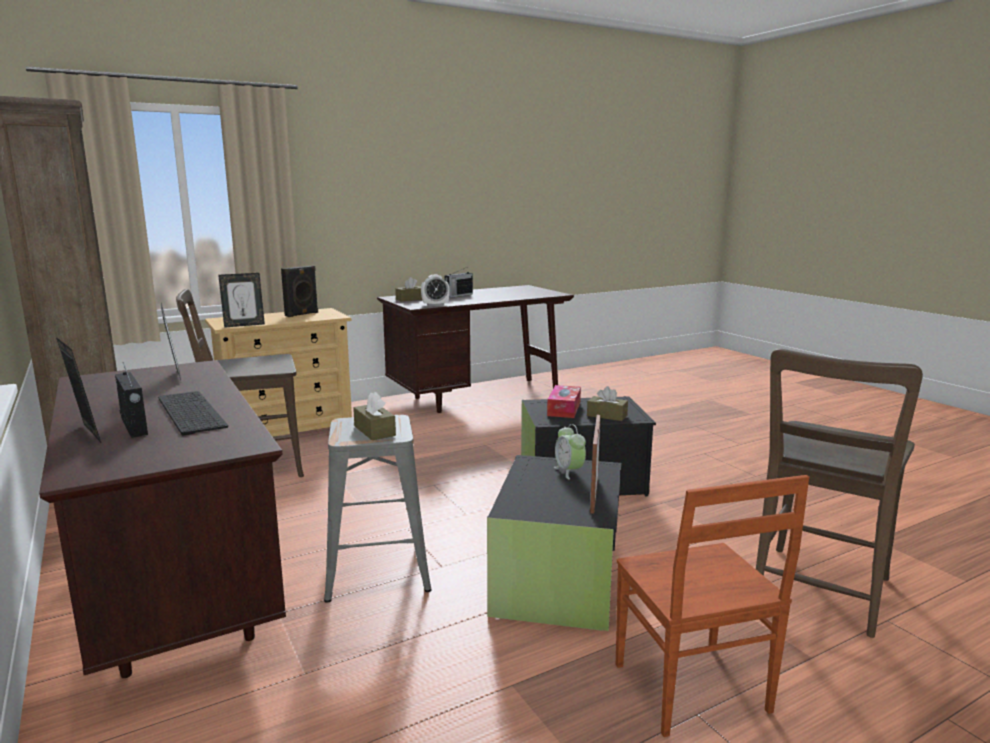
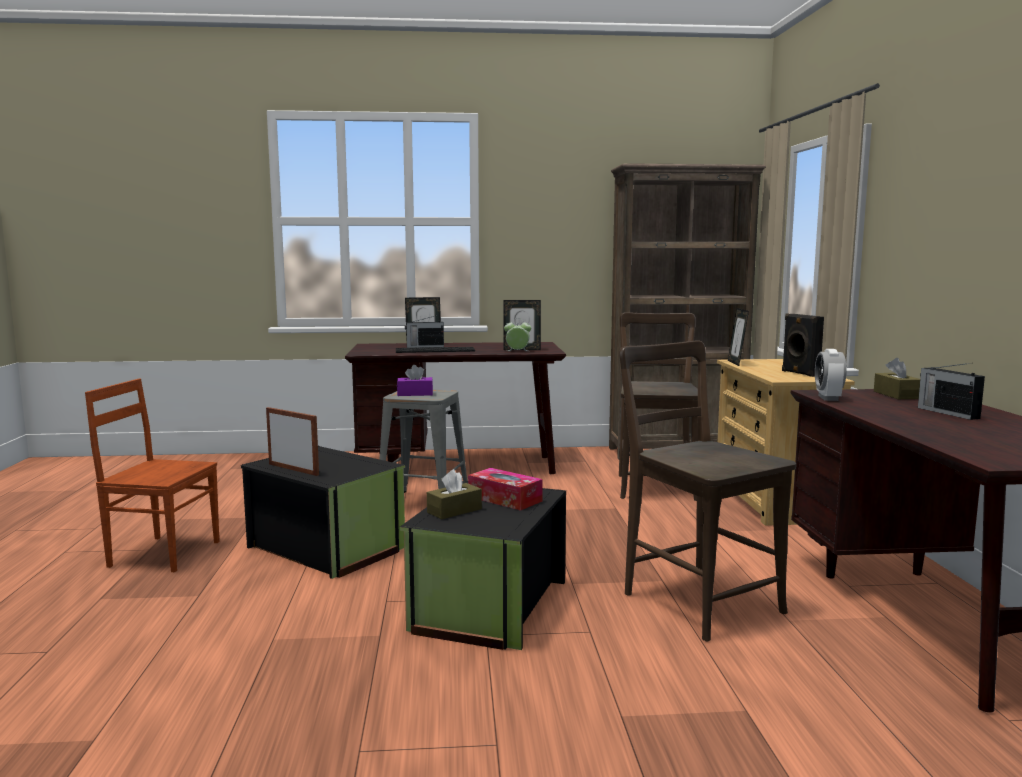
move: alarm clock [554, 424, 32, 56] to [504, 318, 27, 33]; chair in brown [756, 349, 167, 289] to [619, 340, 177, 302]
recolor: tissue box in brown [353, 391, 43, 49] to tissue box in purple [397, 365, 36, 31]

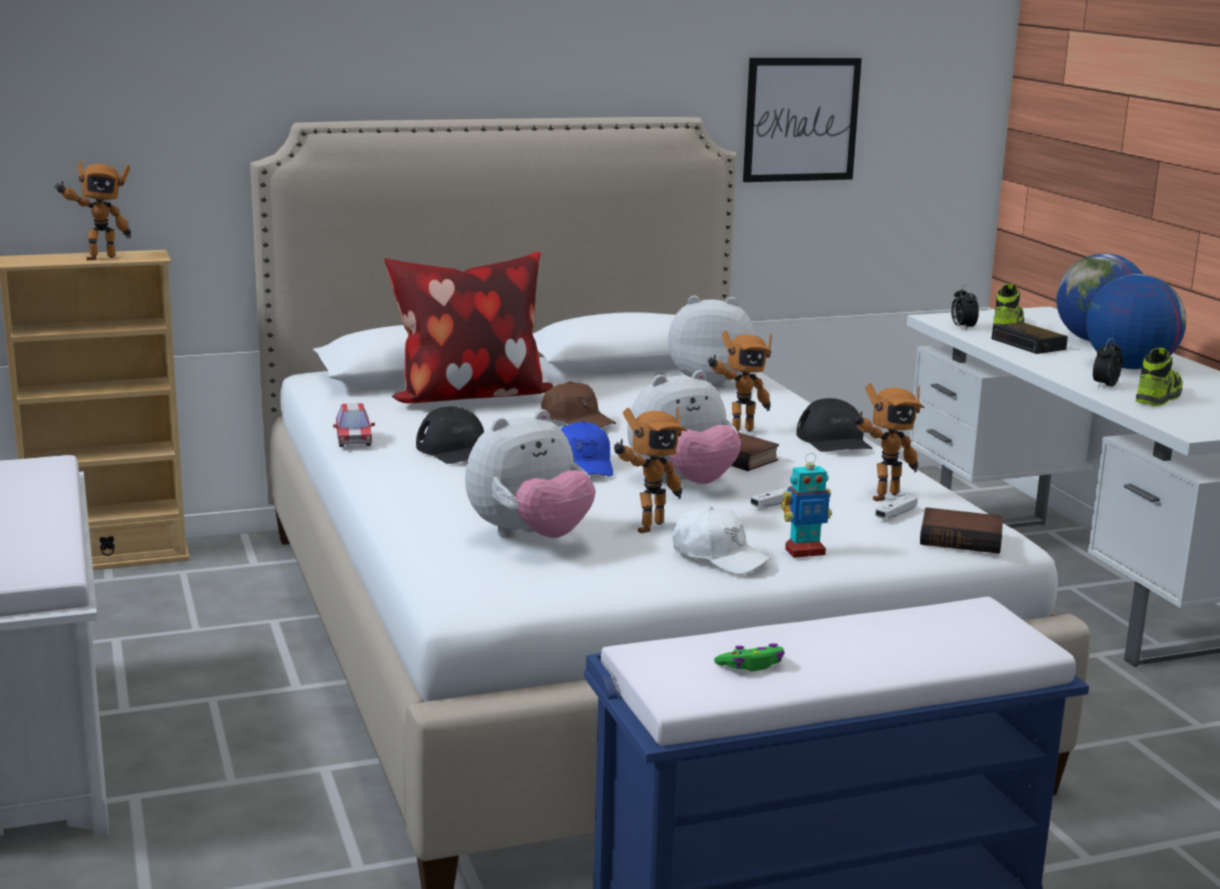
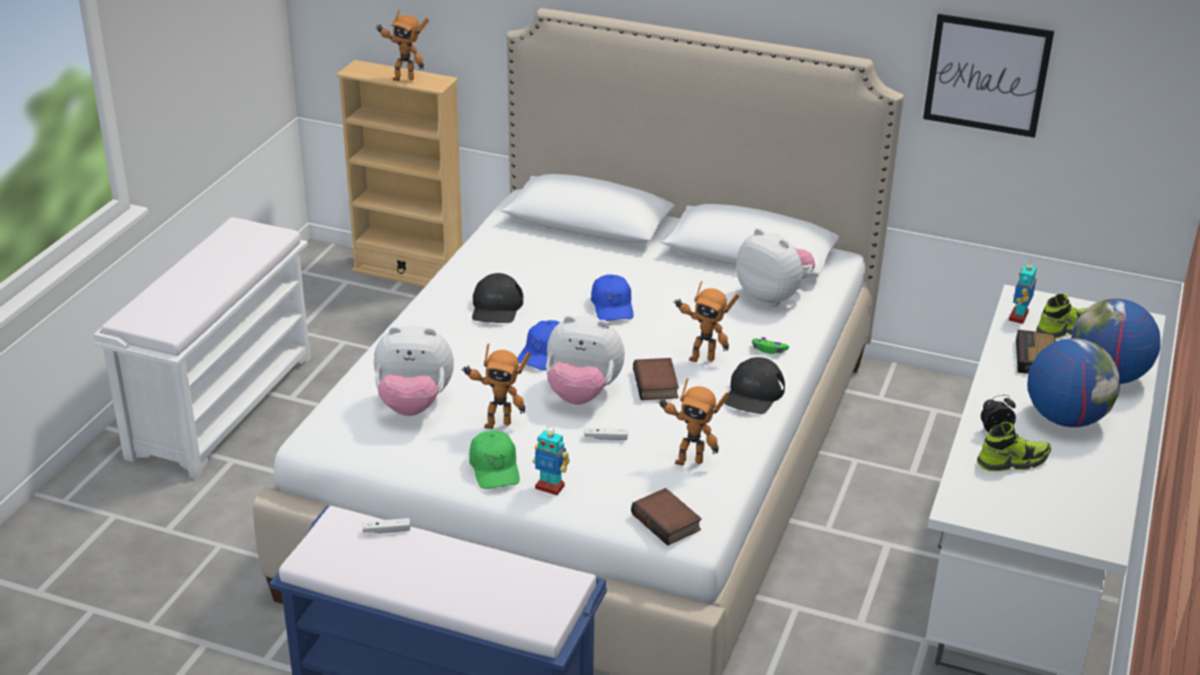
delete: toy car [333, 403, 42, 44]; pillow [384, 252, 169, 151]
move: game controller in white [875, 495, 42, 24] to [362, 518, 48, 15]; game controller in green [714, 643, 71, 28] to [752, 337, 37, 17]
replace: alarm clock [951, 285, 28, 45] to toy robot [1009, 260, 28, 64]
recolor: cap in white [672, 507, 99, 68] to cap in green [469, 430, 51, 59]; cap in brown [541, 381, 75, 47] to cap in blue [591, 274, 42, 47]

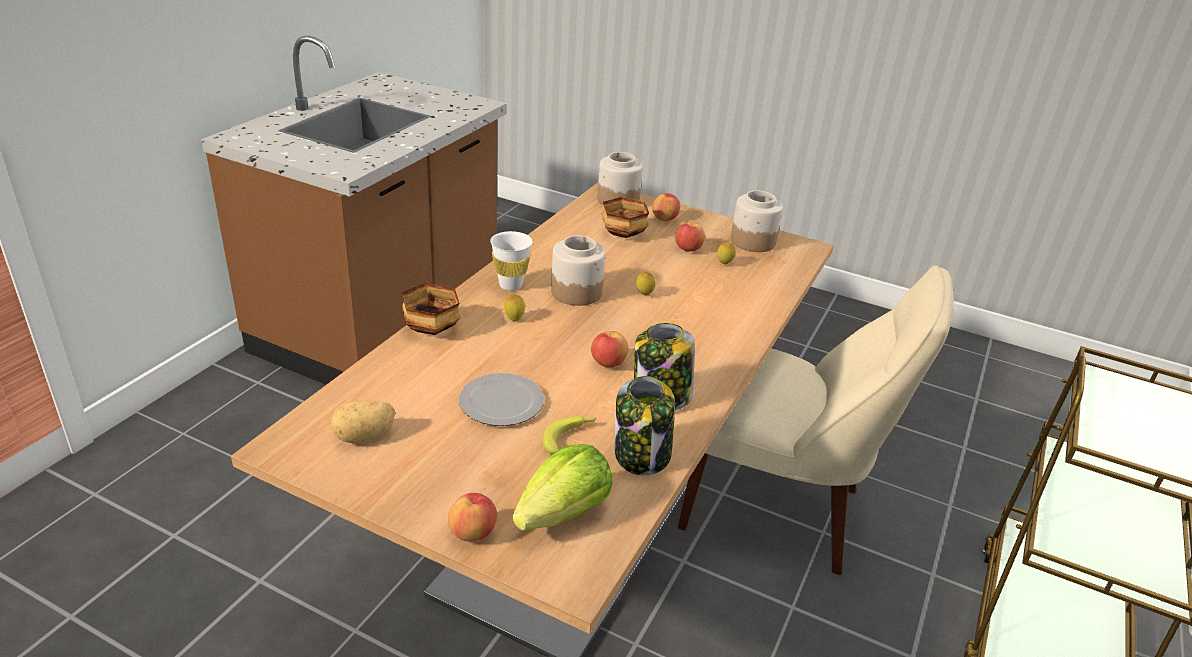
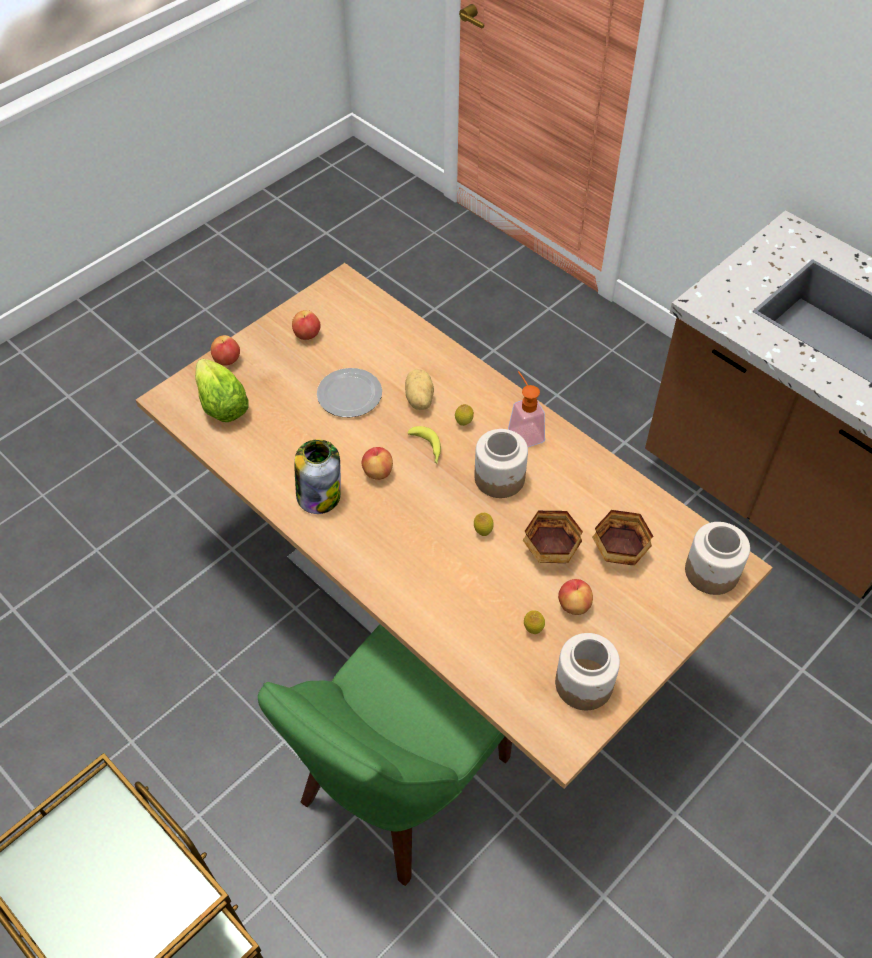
delete: jar [615, 376, 60, 99]
move: apple [652, 193, 28, 28] to [292, 310, 29, 30]; potato [331, 400, 64, 43] to [405, 369, 29, 41]; banana [542, 416, 54, 38] to [407, 426, 34, 38]; bowl [402, 283, 59, 52] to [523, 511, 60, 52]
replace: cup in white [490, 231, 42, 60] to soap dispenser [508, 371, 37, 76]
recolor: chair in beige [678, 265, 276, 310] to chair in green [258, 624, 254, 262]

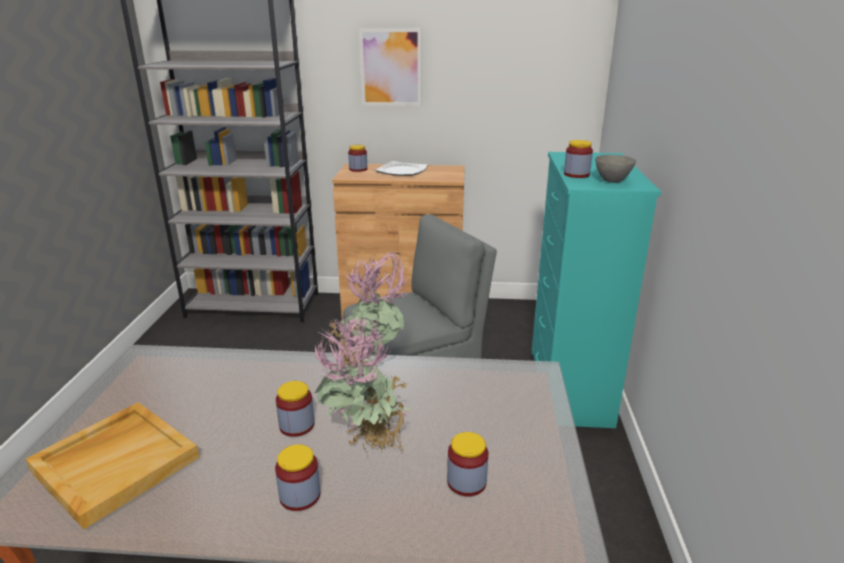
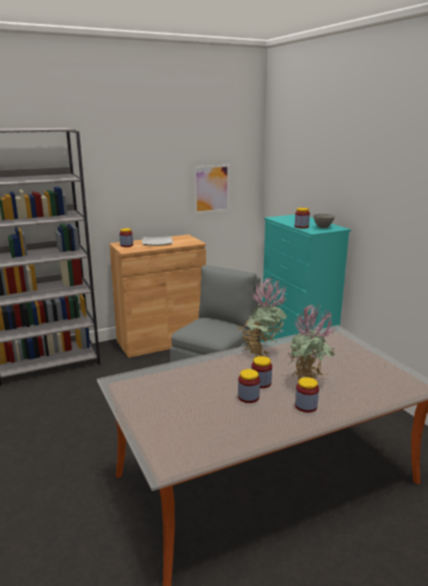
delete: tray in beige [26, 402, 174, 127]
move: picture [359, 28, 62, 78] to [194, 165, 36, 49]; jar [447, 432, 41, 64] to [238, 369, 22, 34]

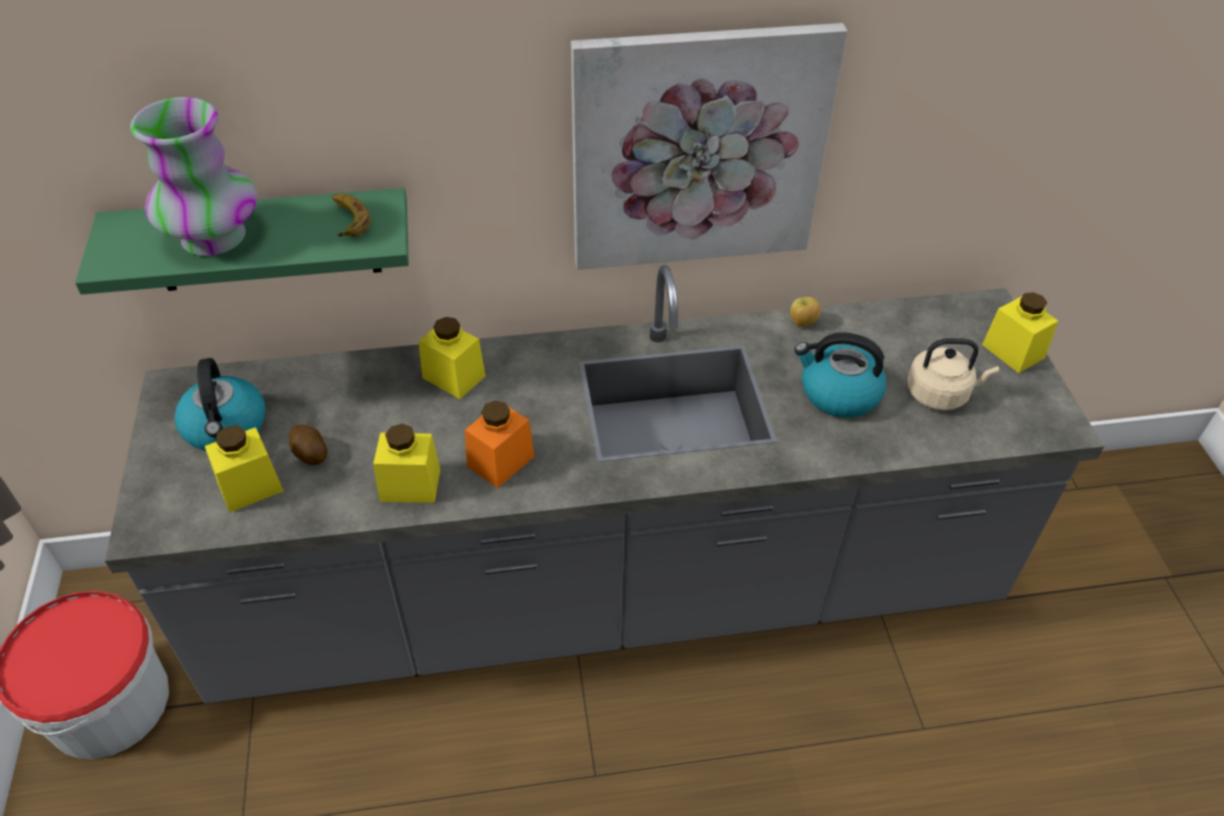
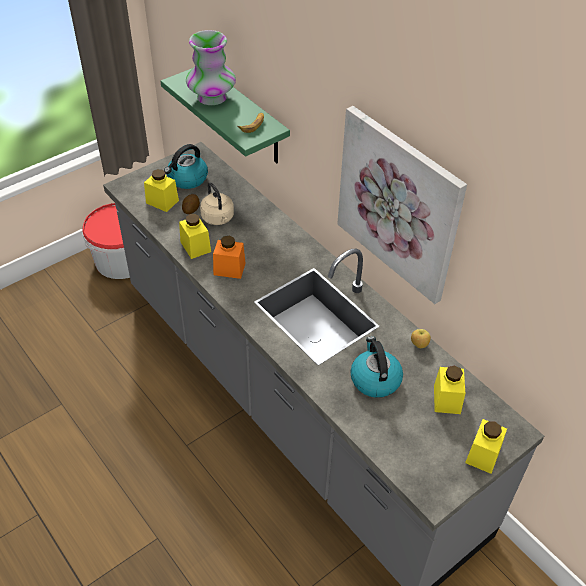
move: kettle in beige [907, 338, 92, 72] to [200, 182, 34, 43]; jar in yellow [419, 317, 67, 82] to [434, 366, 31, 48]

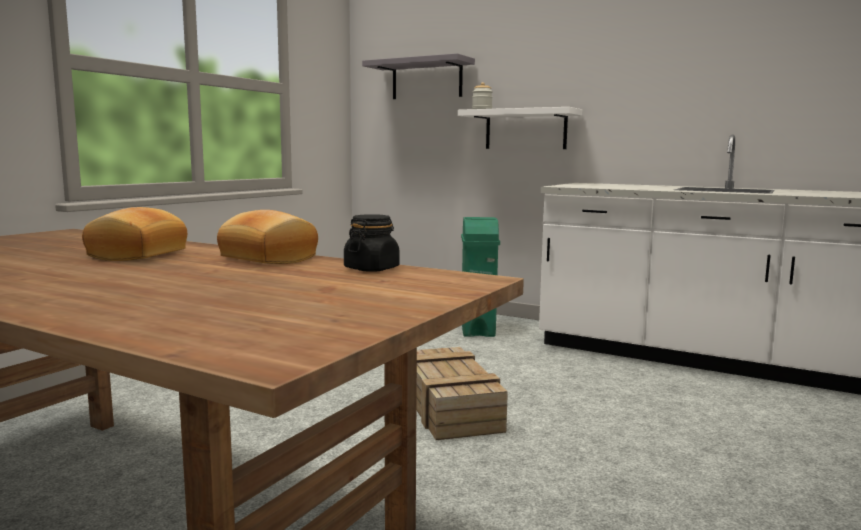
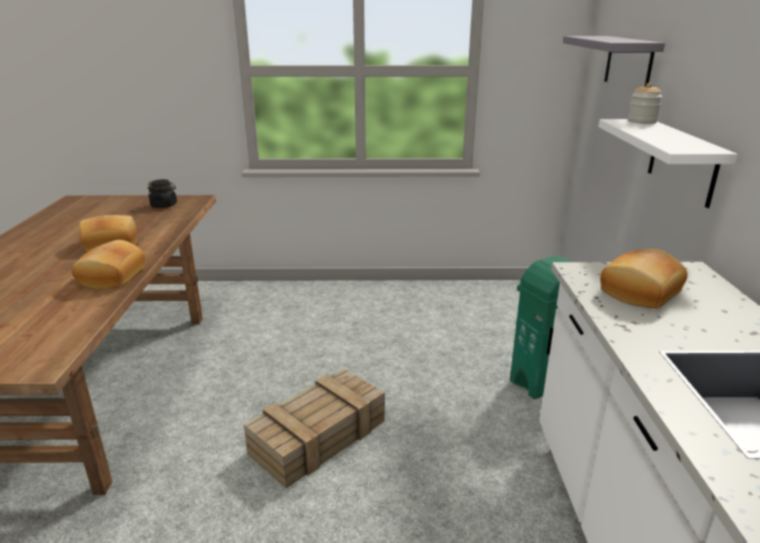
insert: bread [600, 249, 88, 60]
move: jar in black [344, 214, 56, 58] to [148, 179, 29, 29]

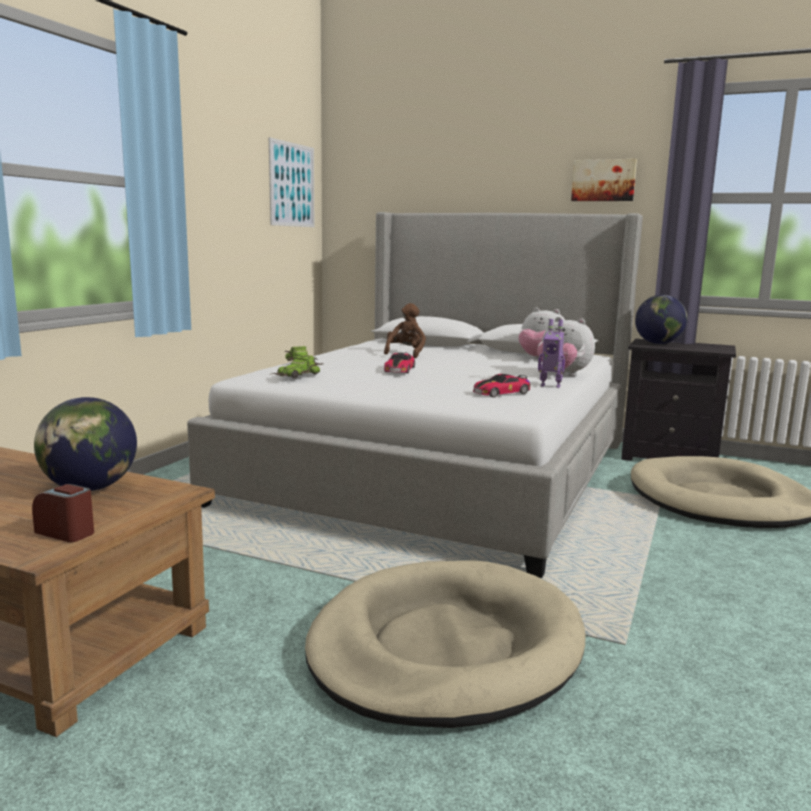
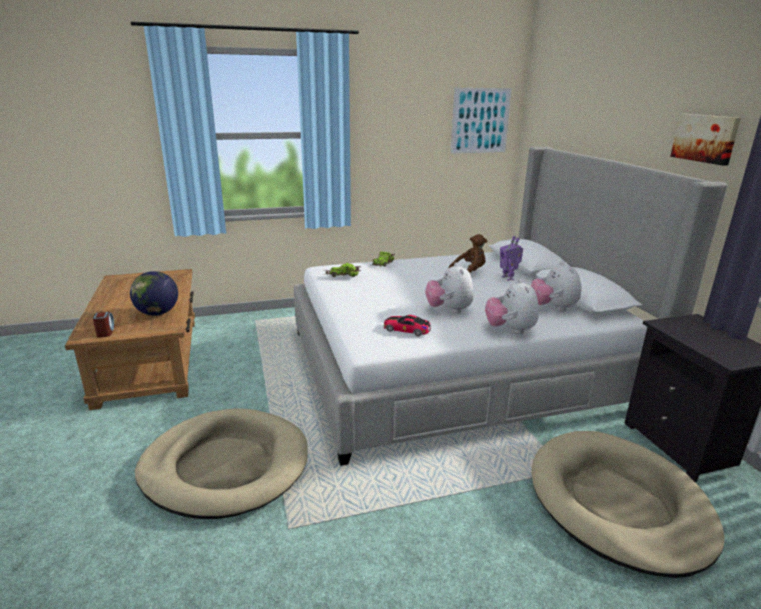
delete: toy car [384, 352, 31, 21]; globe [635, 295, 52, 49]
insert: plush toy [425, 263, 48, 50]
move: toy robot [538, 319, 27, 69] to [500, 236, 23, 45]

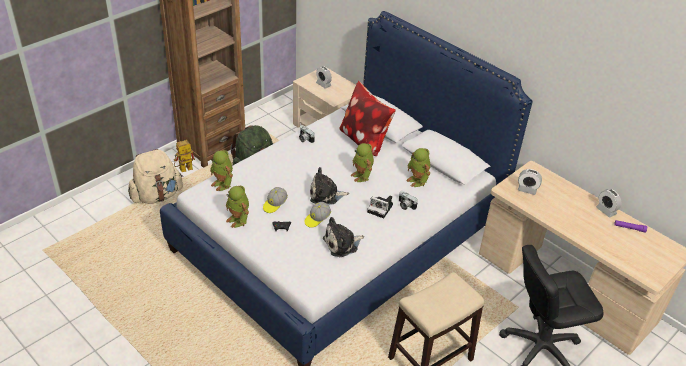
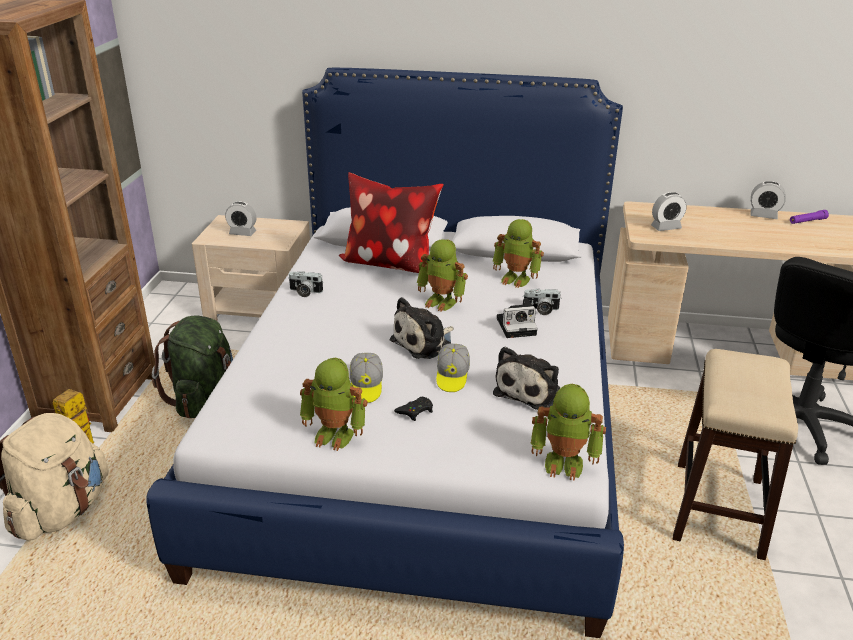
move: toy robot [210, 150, 23, 41] to [531, 384, 75, 97]

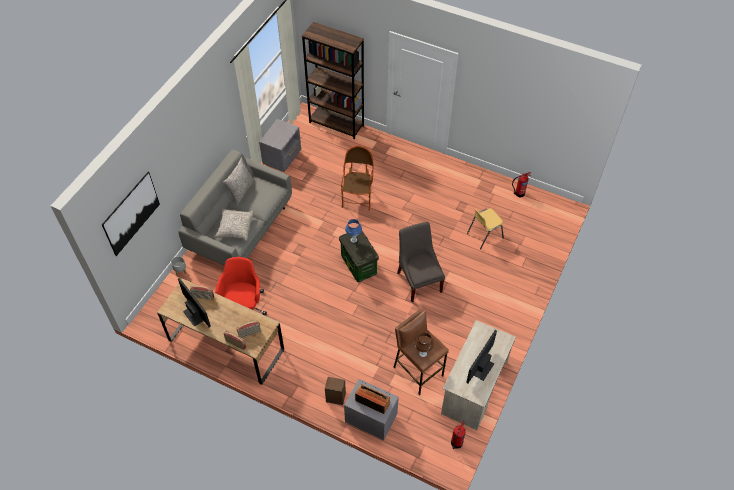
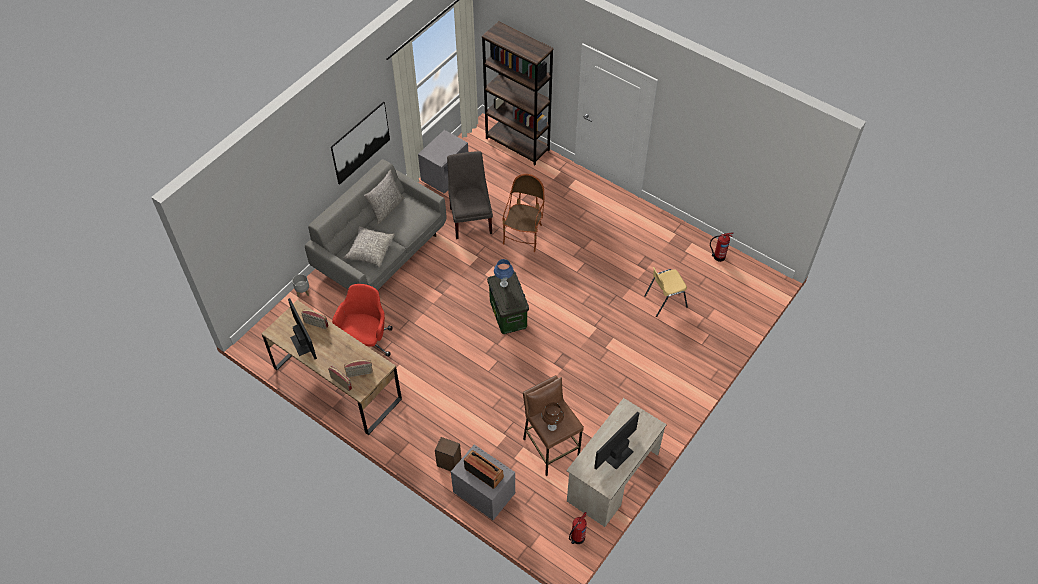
move: picture [102, 172, 58, 84] to [331, 102, 59, 83]; chair in grey [397, 222, 48, 80] to [447, 151, 46, 88]

